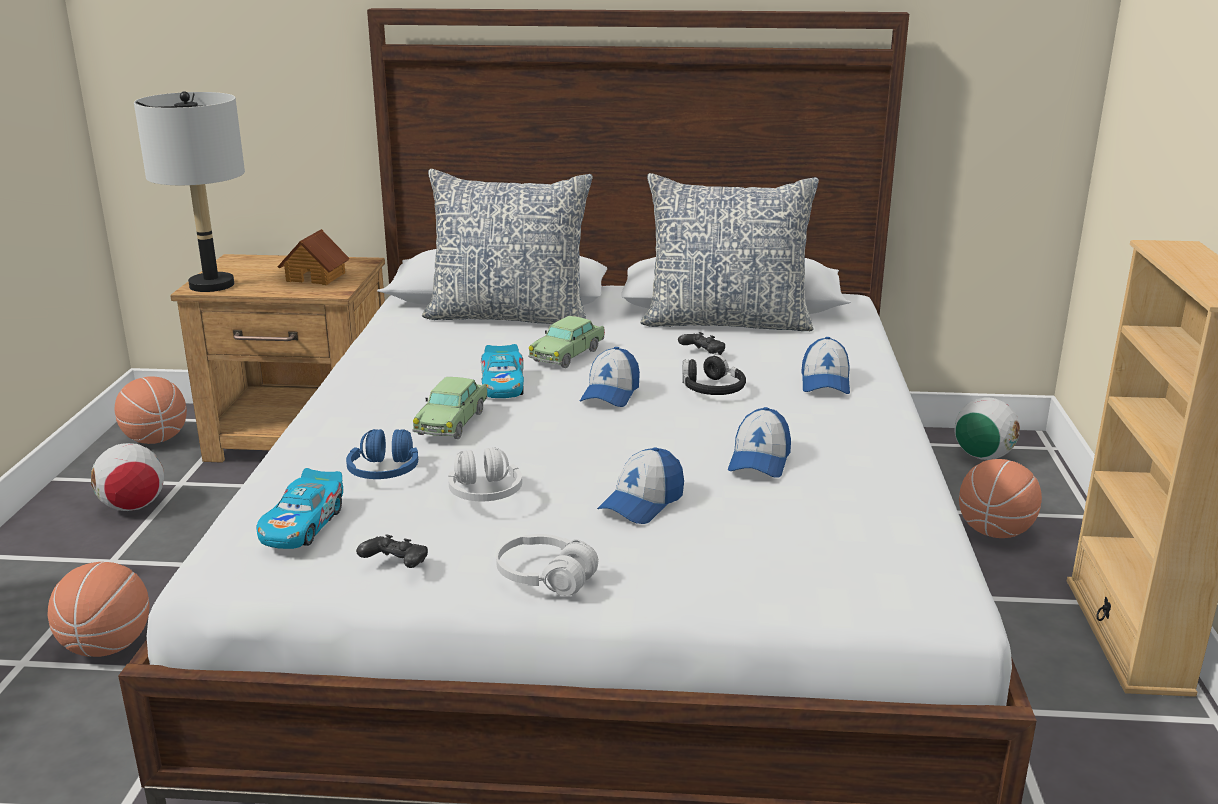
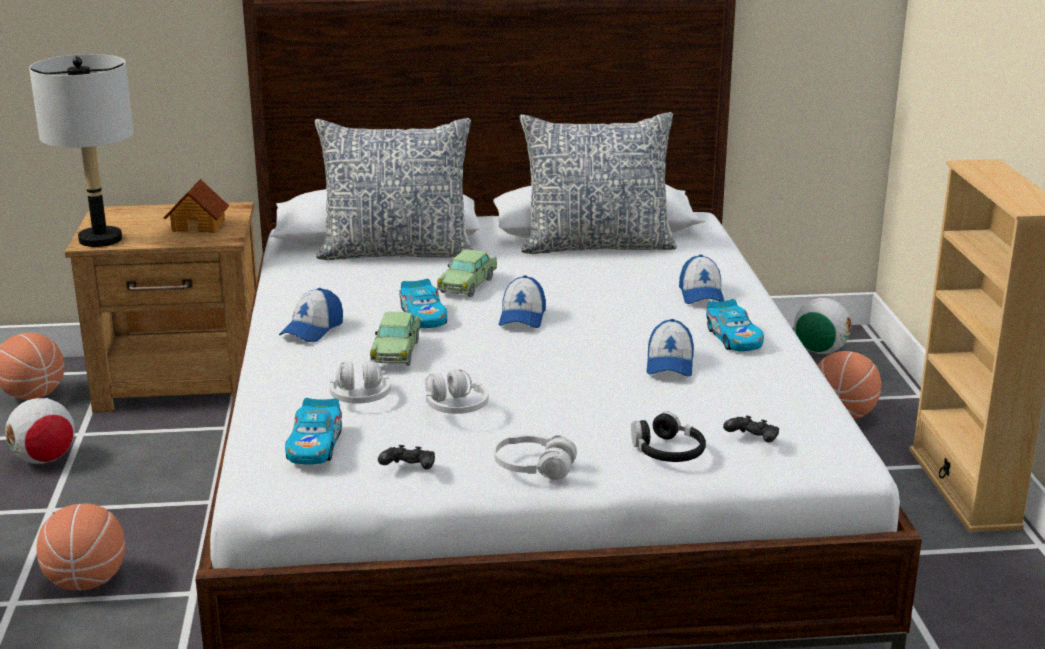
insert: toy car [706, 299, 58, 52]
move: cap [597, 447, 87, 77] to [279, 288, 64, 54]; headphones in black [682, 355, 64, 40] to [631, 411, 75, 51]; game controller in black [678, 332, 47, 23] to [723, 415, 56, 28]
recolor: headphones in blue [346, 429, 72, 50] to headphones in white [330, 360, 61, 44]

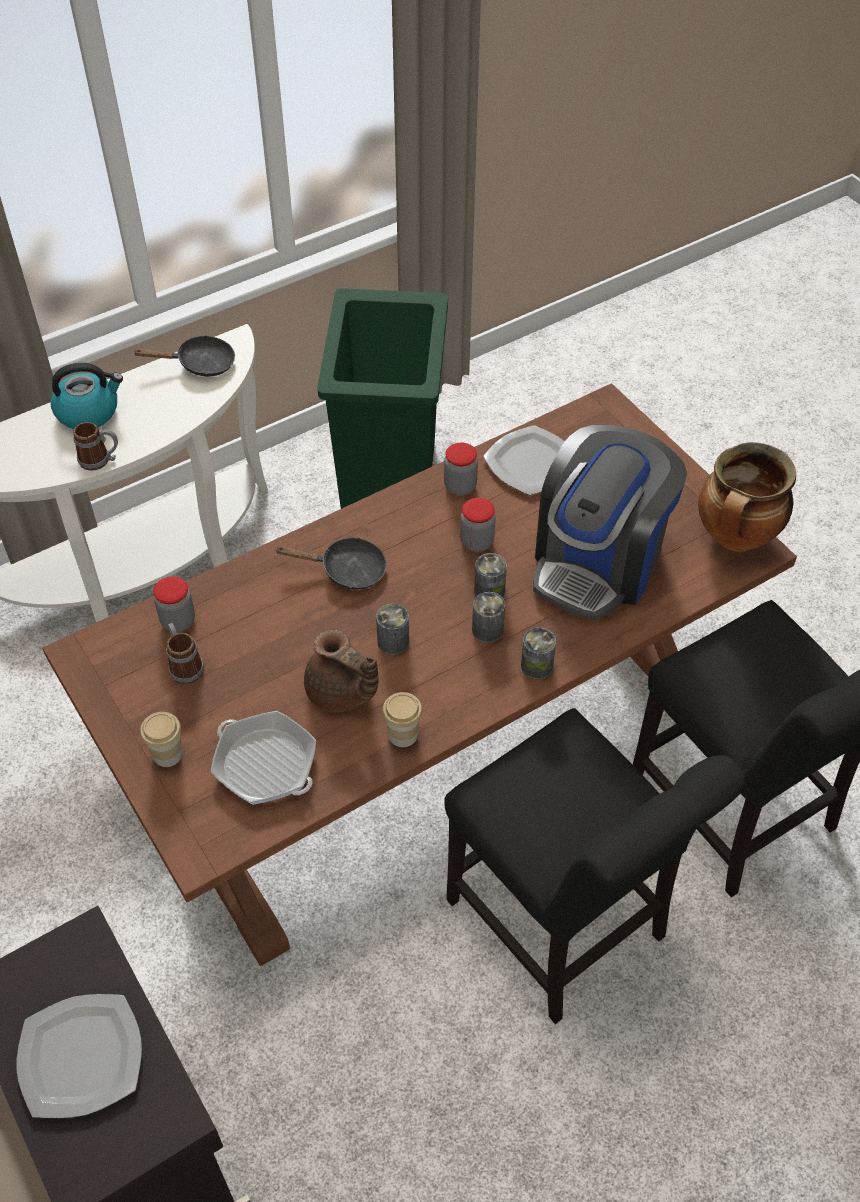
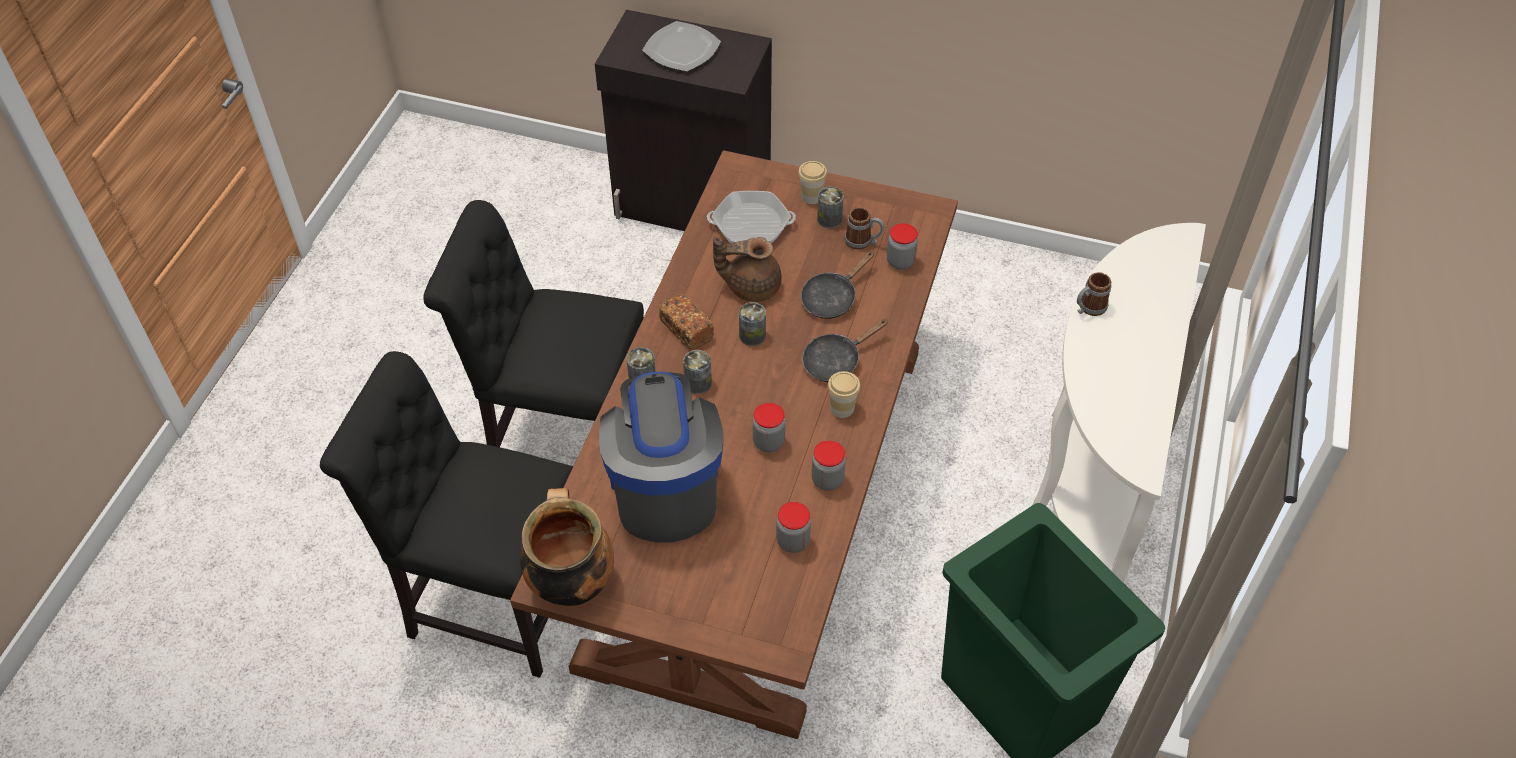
delete: kettle [51, 363, 72, 66]
insert: bread [659, 294, 55, 57]
move: frying pan in black [133, 335, 102, 42] to [801, 251, 73, 68]; can [474, 553, 33, 45] to [817, 187, 27, 41]; cup [382, 692, 40, 55] to [828, 371, 32, 47]
replace: plate [483, 425, 82, 70] to jar [776, 502, 35, 51]

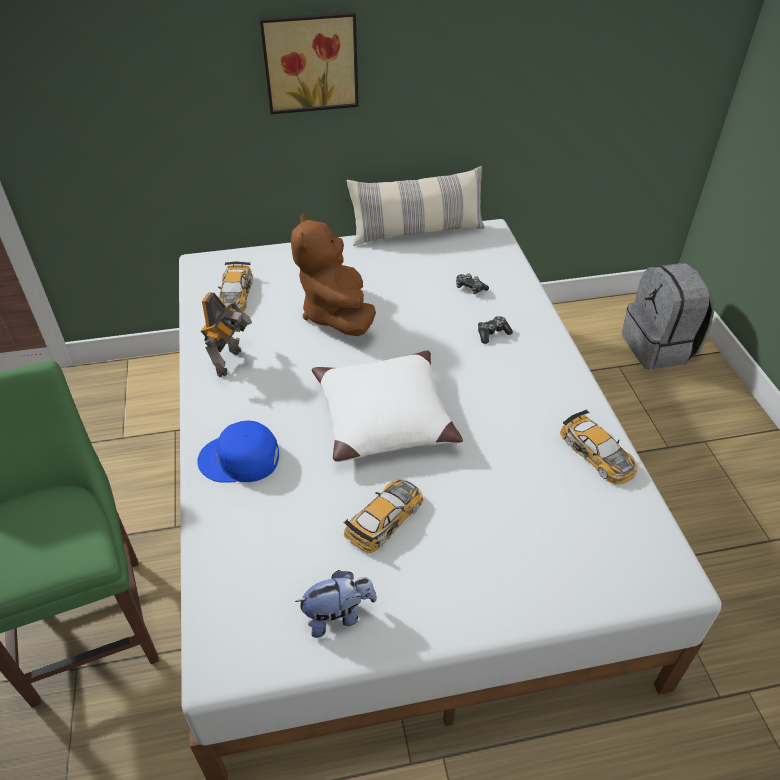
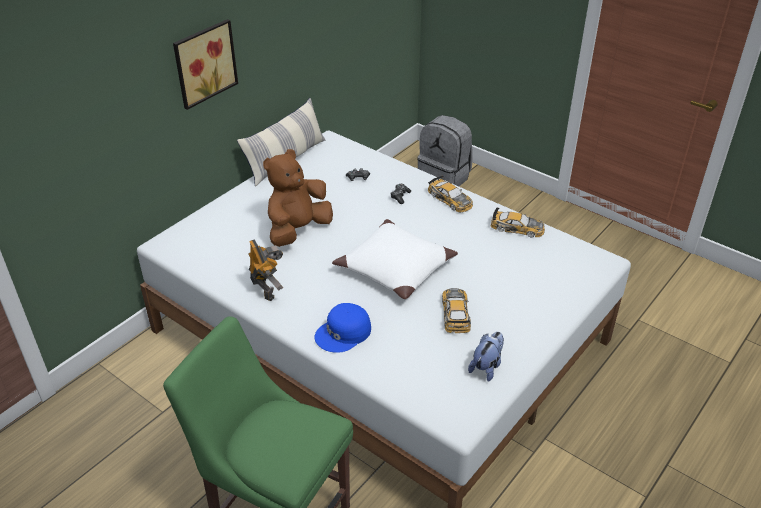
move: toy car [218, 262, 35, 50] to [428, 176, 45, 36]
rotate: plush toy in brown [291, 213, 85, 123] = [263, 149, 70, 98] 90 degrees clockwise

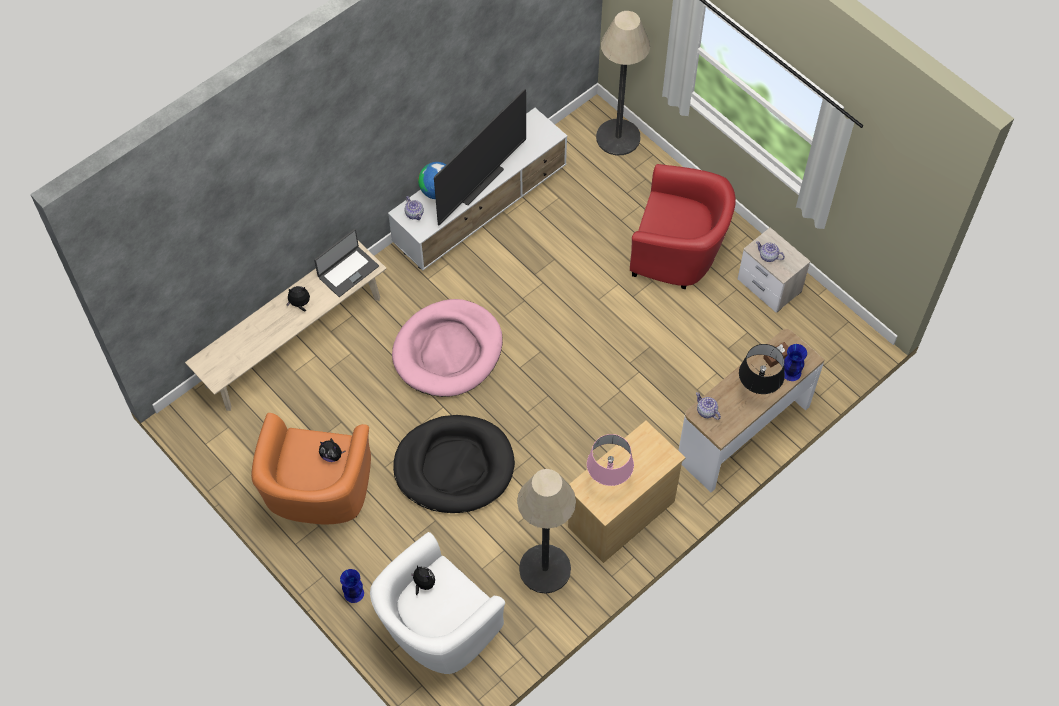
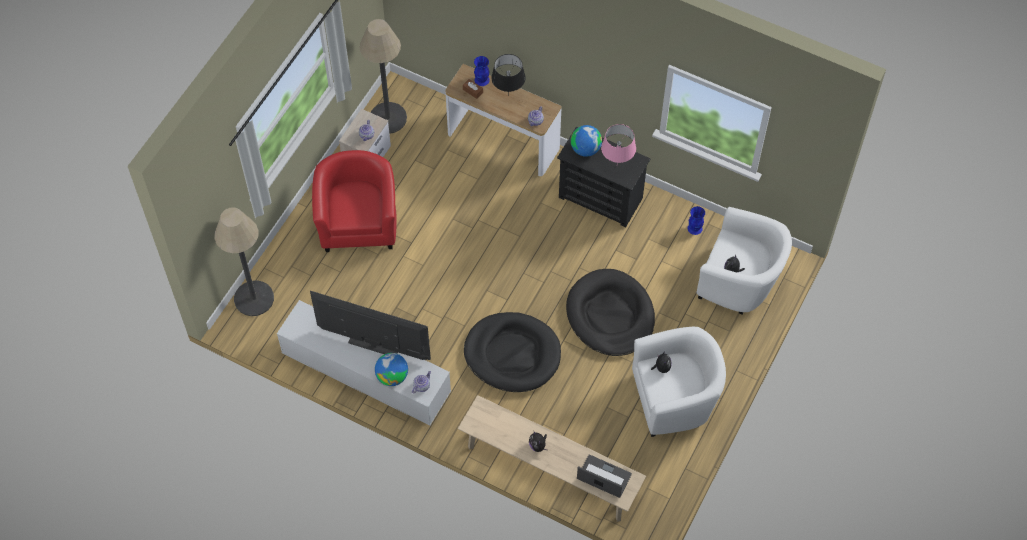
insert: globe [571, 125, 31, 32]
move: floor lamp [517, 469, 59, 125] to [360, 19, 47, 115]; laptop [314, 229, 65, 68] to [577, 454, 55, 44]; vase in blue [340, 569, 24, 34] to [688, 206, 17, 29]
recolor: dog bed in pink [392, 299, 111, 98] to dog bed in black [464, 312, 97, 80]; dresser in beige [568, 421, 118, 142] to dresser in black [557, 126, 94, 101]; armchair in orange [251, 413, 120, 111] to armchair in white [632, 327, 94, 110]

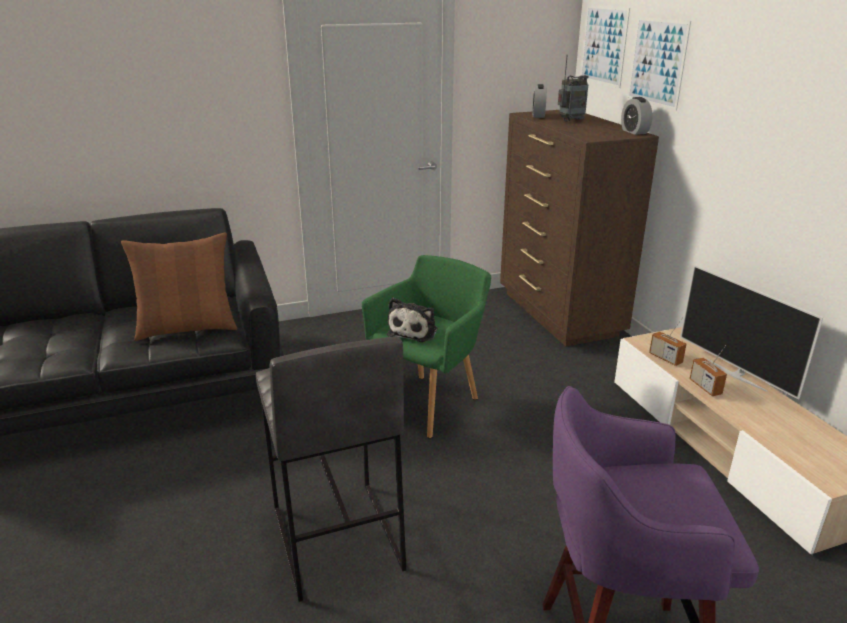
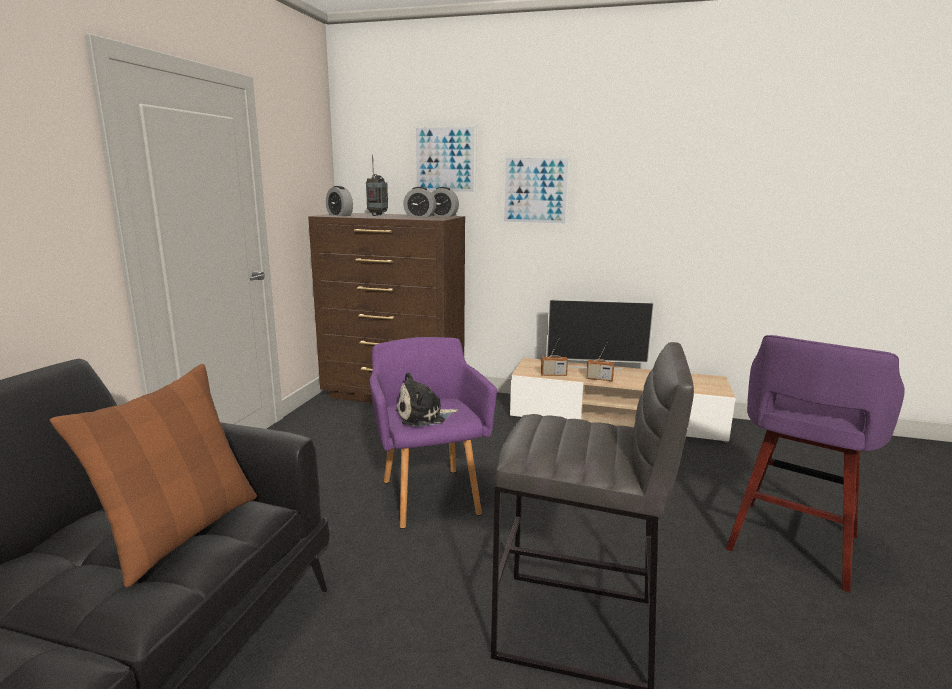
insert: alarm clock [403, 187, 33, 30]
move: picture [581, 5, 49, 83] to [502, 156, 69, 70]
recolor: armchair in green [362, 255, 129, 183] to armchair in purple [370, 337, 127, 192]
rotate: plush toy [387, 298, 50, 44] = [396, 372, 62, 55] 105 degrees clockwise

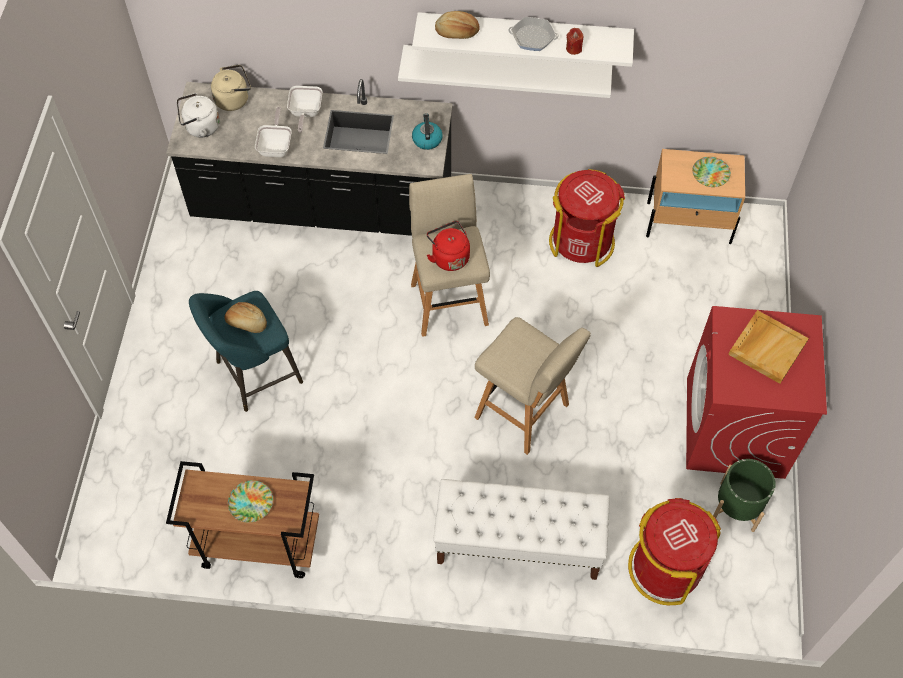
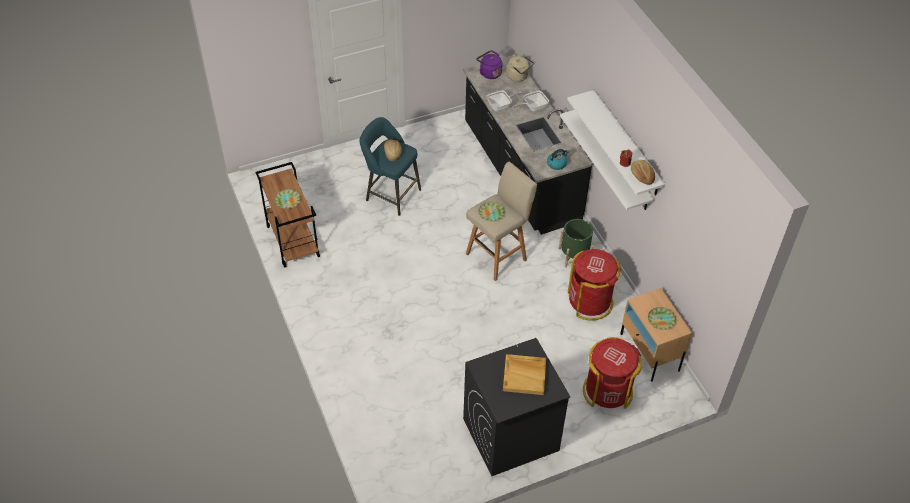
delete: bench in white [433, 479, 177, 101]; stool in beige [474, 317, 117, 138]; frying pan [508, 17, 51, 34]
move: planter in green [713, 459, 63, 73] to [559, 219, 34, 48]; trash can in red [628, 498, 93, 107] to [583, 337, 59, 72]; bread [435, 11, 45, 28] to [631, 160, 24, 25]
replace: kettle in red [427, 221, 43, 50] to plate [478, 201, 27, 20]
recolor: washing machine in red [686, 306, 141, 173] to washing machine in black [463, 338, 107, 138]; kettle in white [177, 93, 43, 44] to kettle in purple [476, 50, 27, 29]

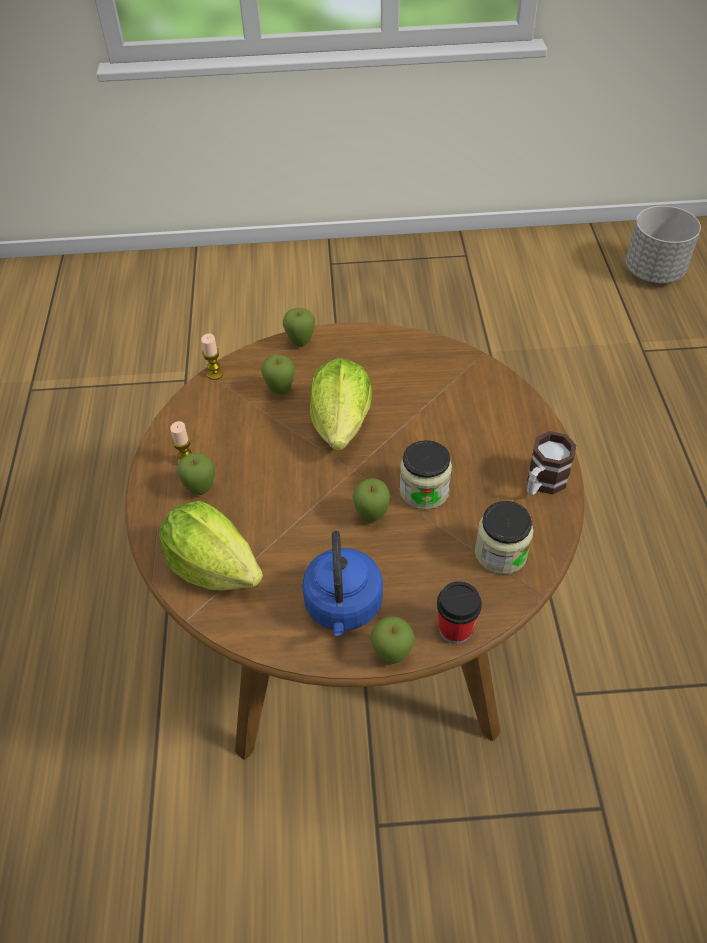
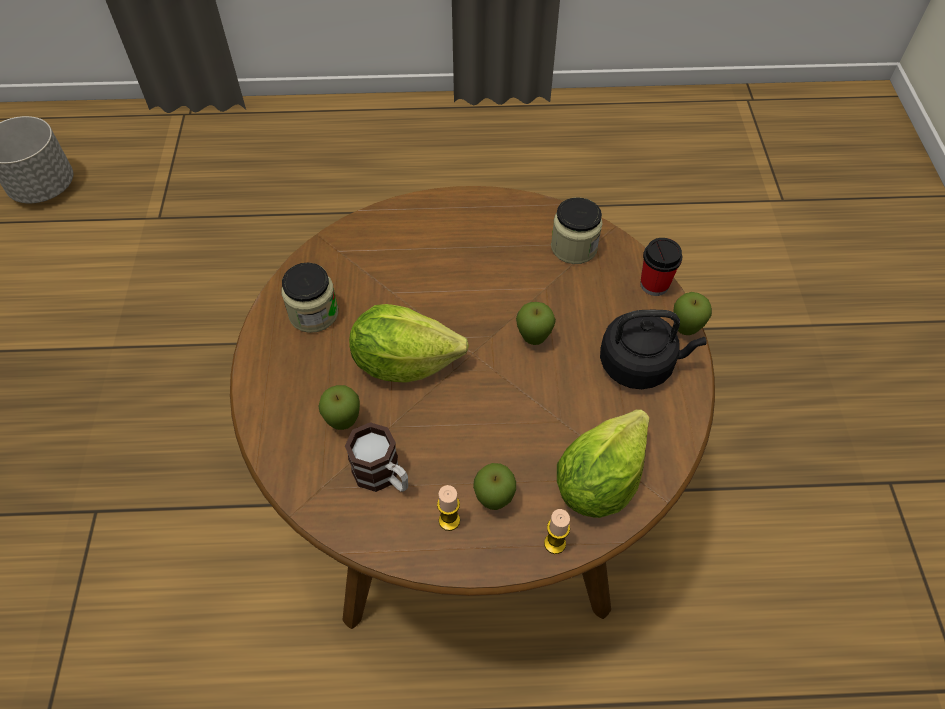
delete: apple [283, 308, 32, 39]
move: jar [400, 440, 52, 70] to [281, 263, 57, 70]; mug [527, 431, 49, 65] to [345, 422, 63, 70]; candle [201, 333, 22, 47] to [544, 509, 26, 45]
recolor: kettle in blue [302, 531, 81, 105] to kettle in black [600, 310, 106, 79]

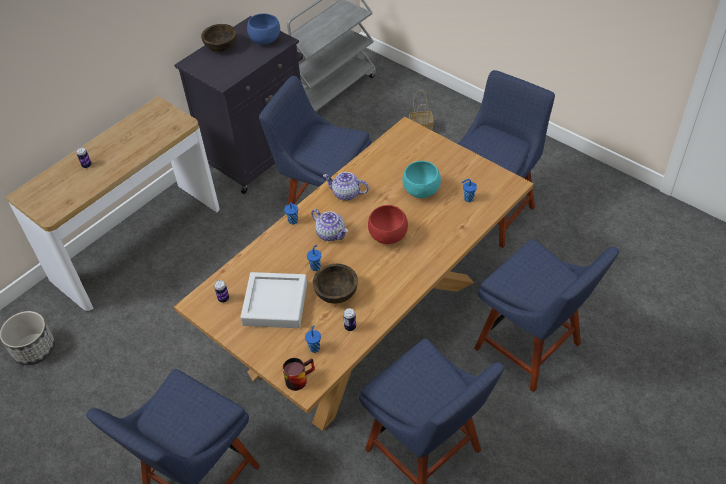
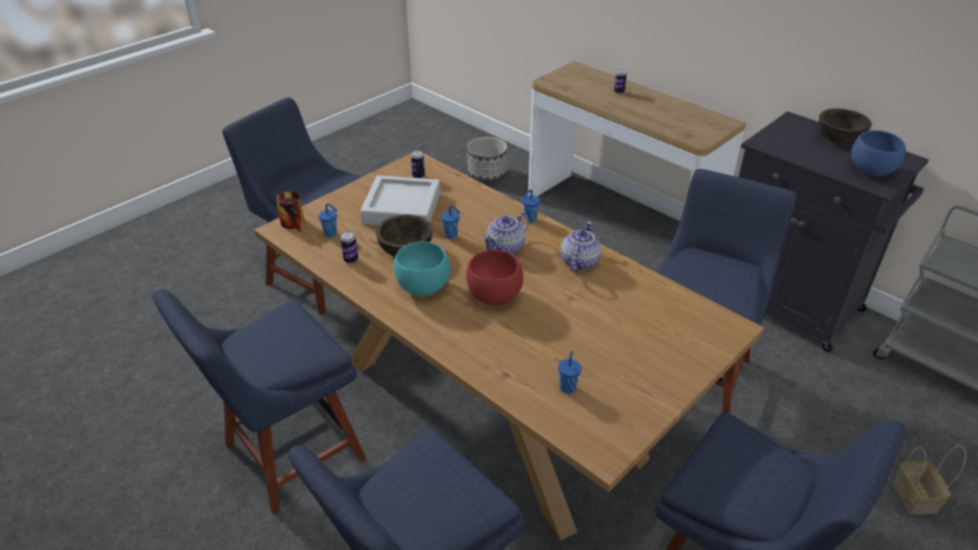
move: bowl in turquoise [403, 161, 38, 37] to [394, 241, 57, 55]

